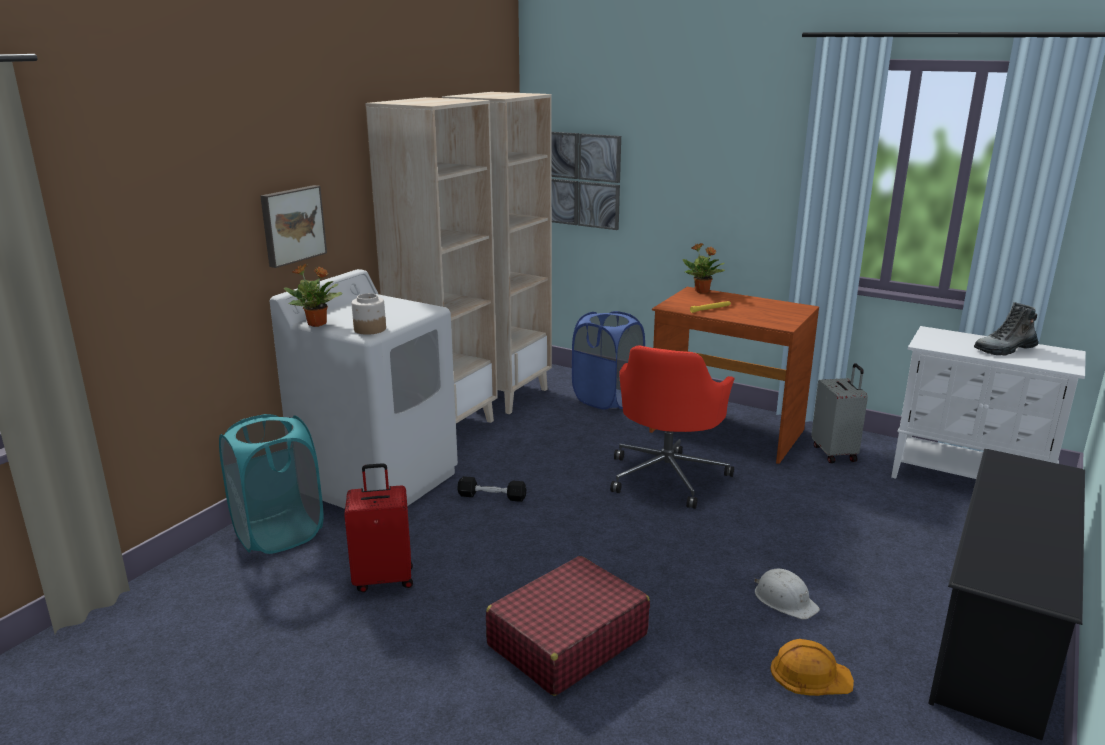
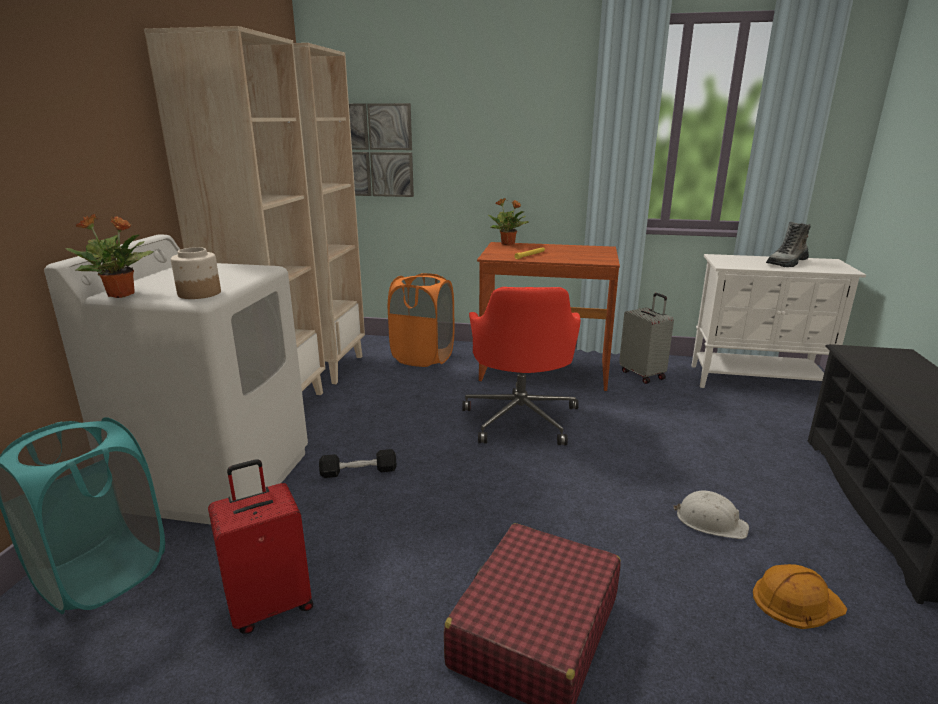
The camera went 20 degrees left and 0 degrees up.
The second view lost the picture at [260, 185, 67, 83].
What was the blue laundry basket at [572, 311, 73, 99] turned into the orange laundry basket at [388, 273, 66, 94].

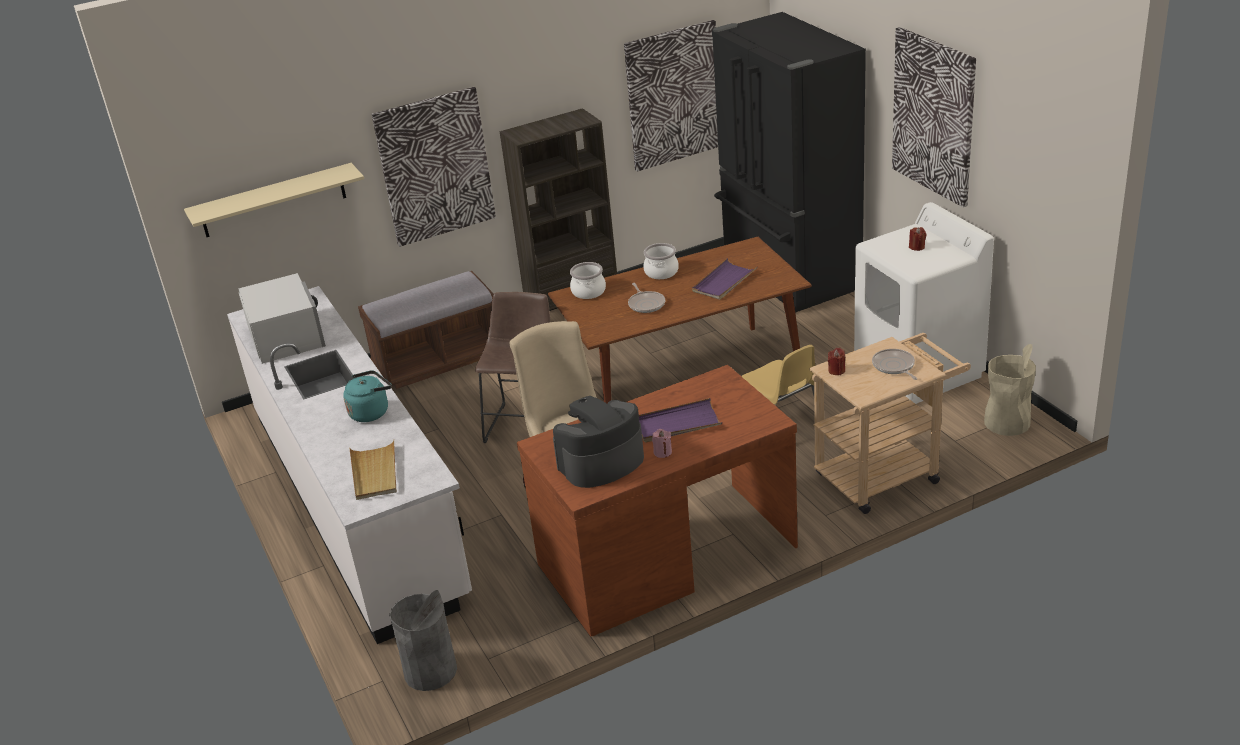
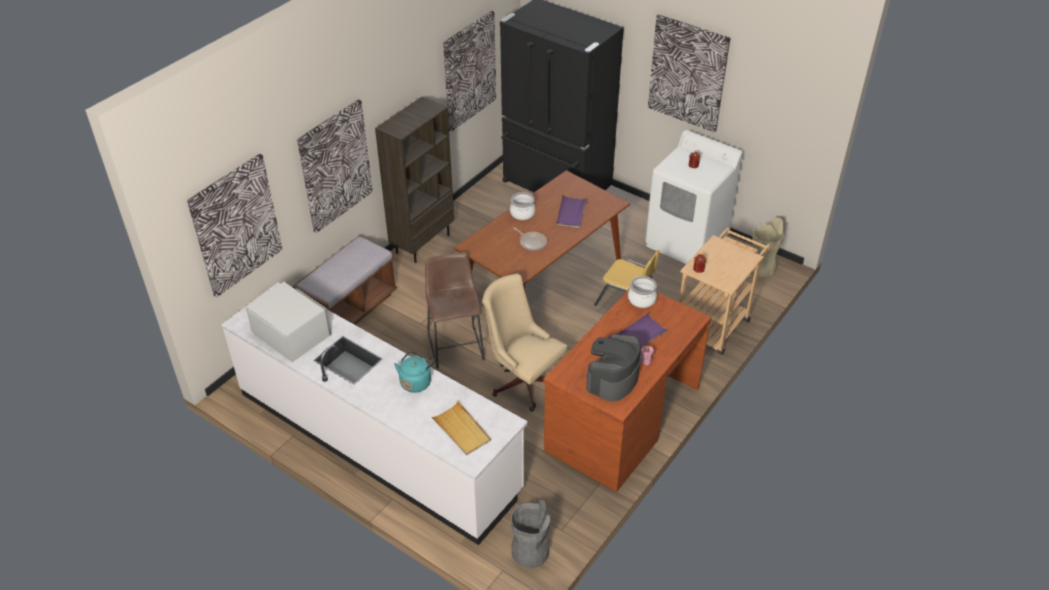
The camera went 30 degrees left and 10 degrees up.
The second view lost the frying pan at [872, 349, 45, 31].
The cooking pot ended up elsewhere, having gone from [570, 262, 36, 37] to [628, 276, 29, 32].
Where the beige shelf hung at [184, 163, 180, 74], the picture came to hang at [187, 154, 96, 143].

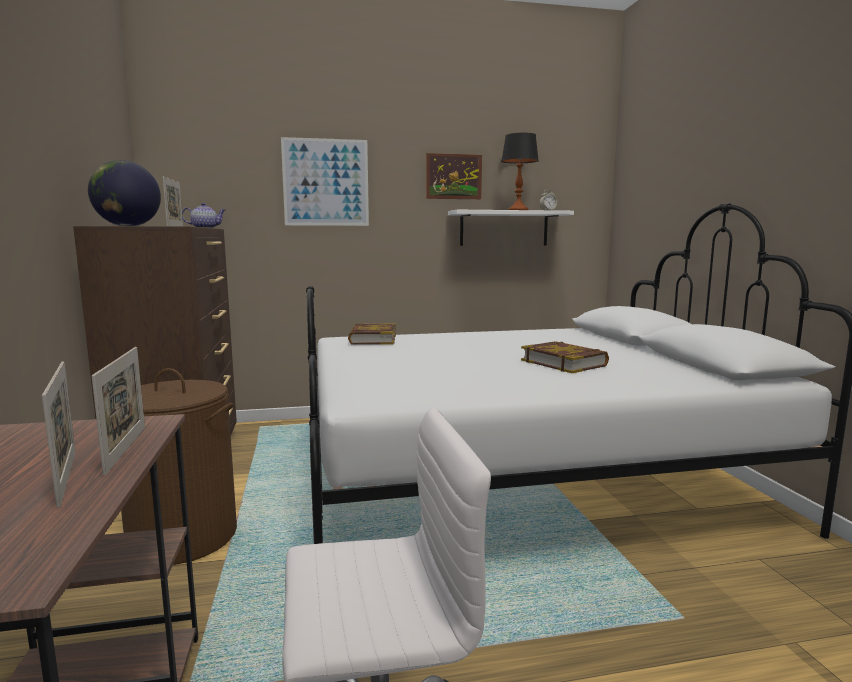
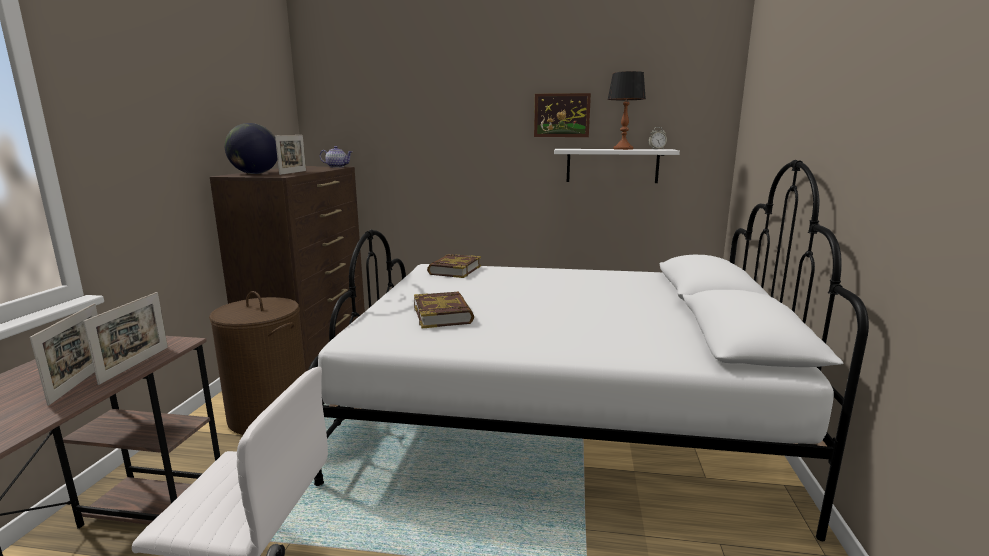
The camera went 20 degrees right and 5 degrees up.
The second view lost the picture at [281, 137, 88, 89].
The book ended up elsewhere, having gone from [521, 341, 88, 32] to [414, 292, 60, 36].

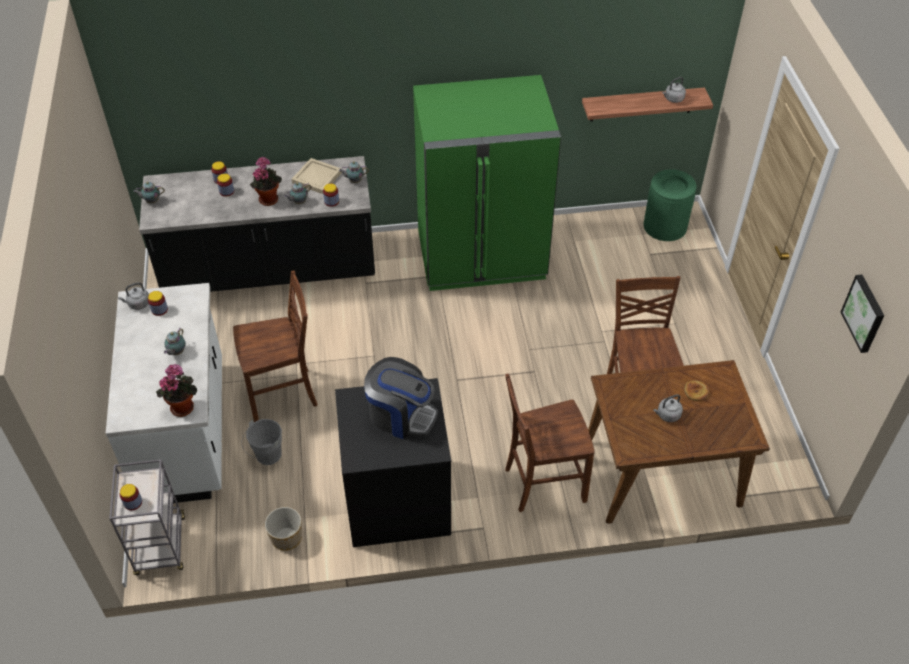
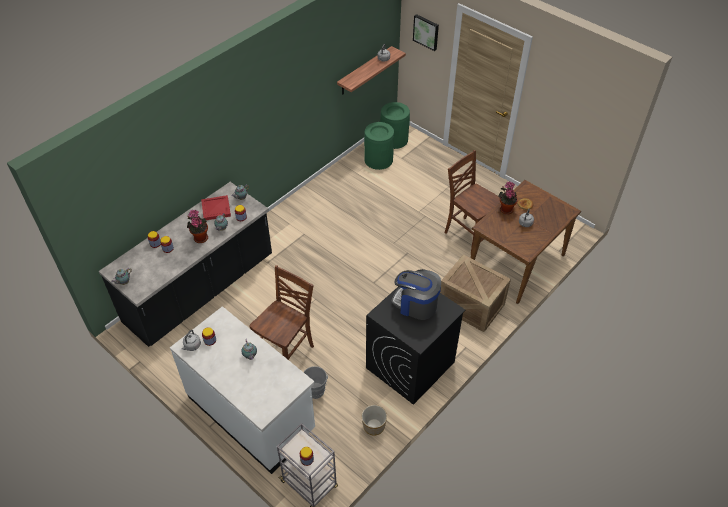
The camera went 40 degrees left and 0 degrees up.
The second view lost the green fridge at [413, 75, 148, 216].
The second view gained the green trash can at [364, 122, 30, 48].
The potted plant ended up elsewhere, having gone from [156, 364, 41, 53] to [498, 181, 20, 33].
The picture ended up elsewhere, having gone from [841, 275, 43, 78] to [413, 14, 26, 37].
Where the brown chair stood at [505, 374, 90, 138], the crate came to stand at [440, 254, 71, 78].
What was the beige tray at [291, 158, 51, 36] turned into the red tray at [201, 195, 30, 25].
The coffee machine at [364, 357, 74, 82] ended up facing another way, 135 degrees counterclockwise from before.

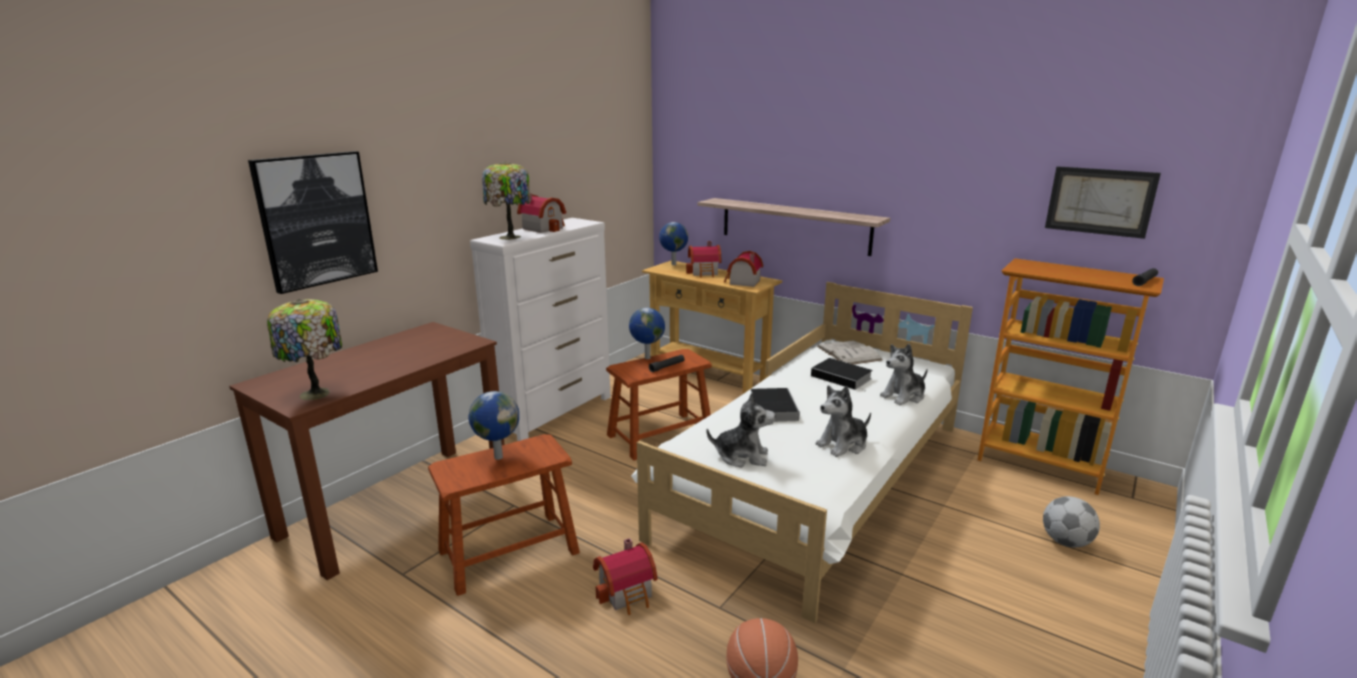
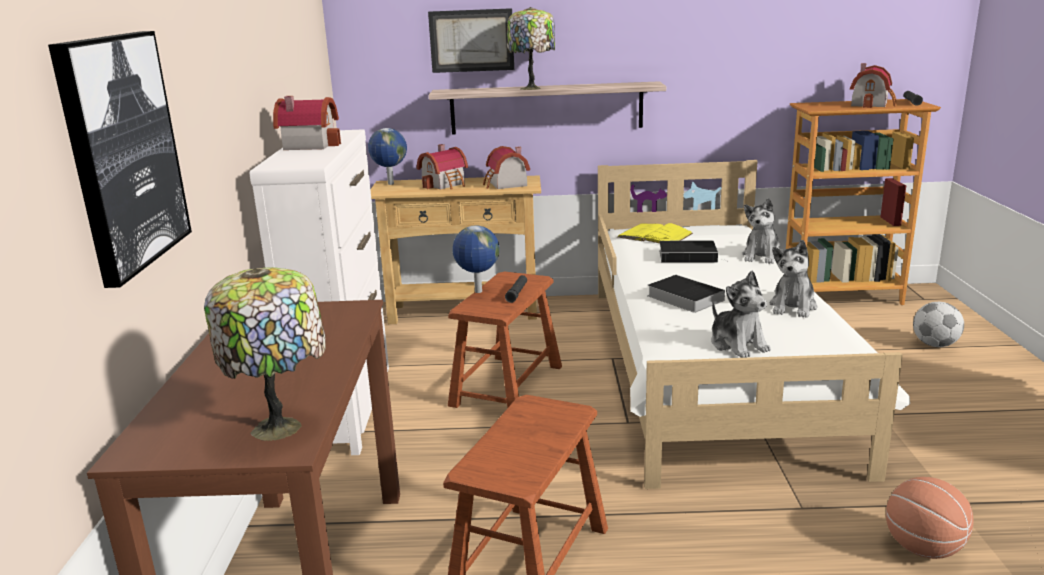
The camera went 35 degrees left and 0 degrees up.
The second view lost the globe at [468, 391, 51, 69].
The table lamp ended up elsewhere, having gone from [482, 161, 48, 79] to [507, 7, 48, 83].
The toy house ended up elsewhere, having gone from [593, 538, 65, 77] to [850, 63, 47, 45].
The picture ended up elsewhere, having gone from [1045, 166, 116, 73] to [428, 8, 86, 65].
What was the white book at [817, 340, 66, 24] turned into the yellow book at [617, 223, 76, 20].
The plush toy at [707, 392, 68, 76] ended up facing another way, 90 degrees clockwise from before.

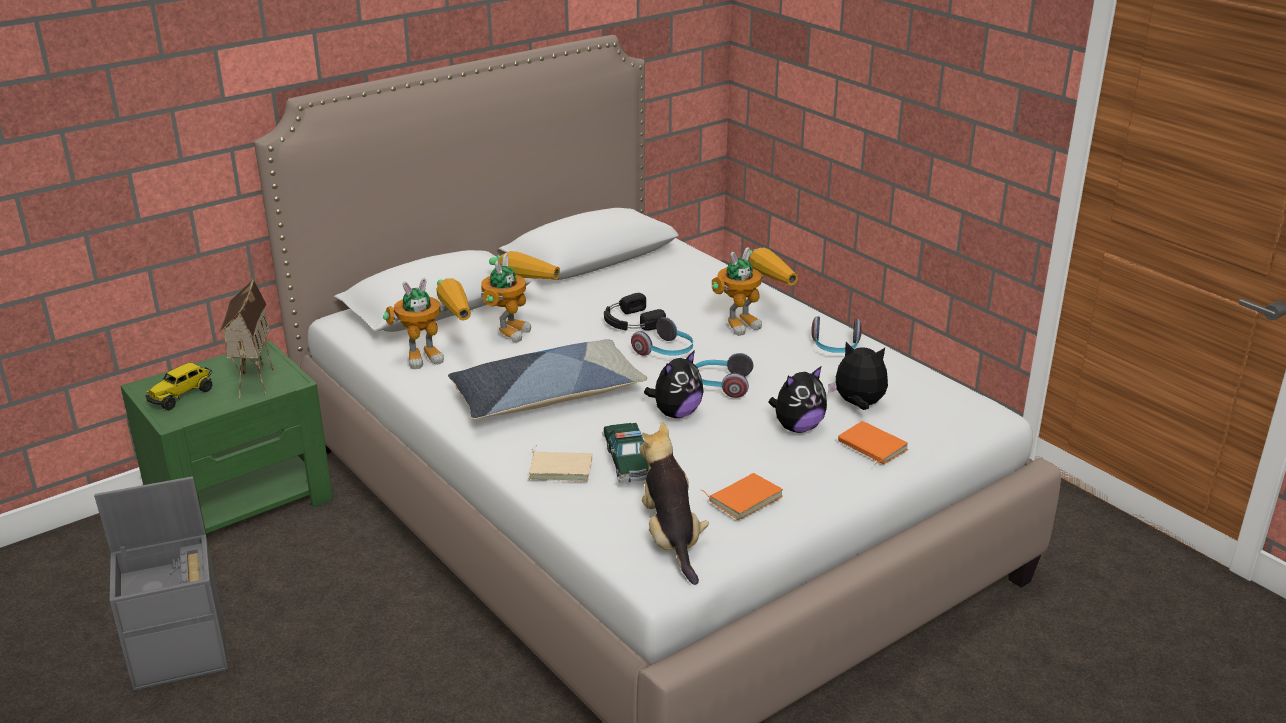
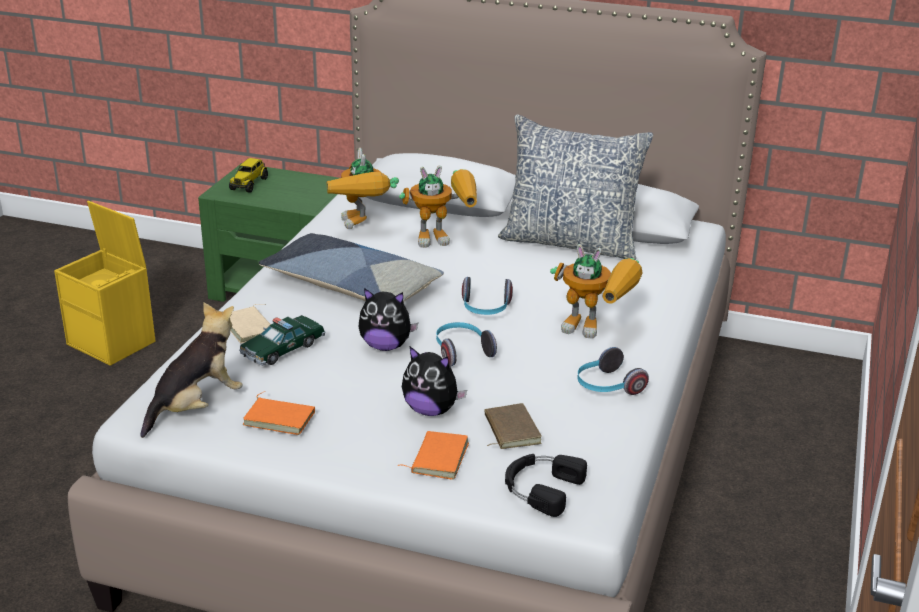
The camera went 55 degrees right and 0 degrees up.
The second view lost the toy house at [219, 278, 55, 120].
The second view gained the pillow at [498, 114, 156, 146].
The black headphones ended up elsewhere, having gone from [604, 293, 62, 38] to [505, 454, 82, 63].
Where the plush toy stood at [828, 342, 60, 68], the brown book came to stand at [484, 403, 58, 46].
What was the grey storage box at [94, 476, 134, 215] turned into the yellow storage box at [54, 201, 102, 165].
The toy truck at [145, 363, 67, 47] ended up facing another way, 75 degrees counterclockwise from before.
The toy robot at [383, 278, 88, 91] ended up facing another way, 45 degrees clockwise from before.

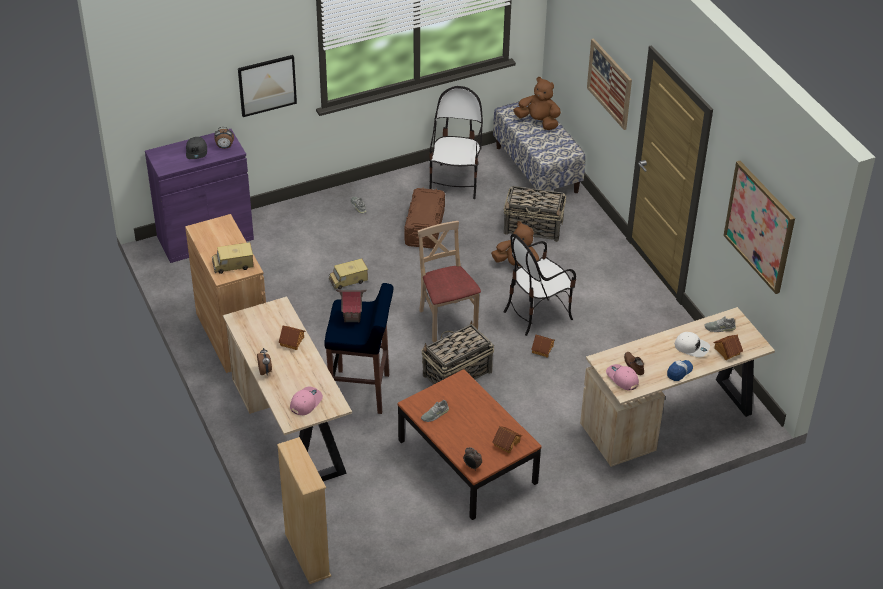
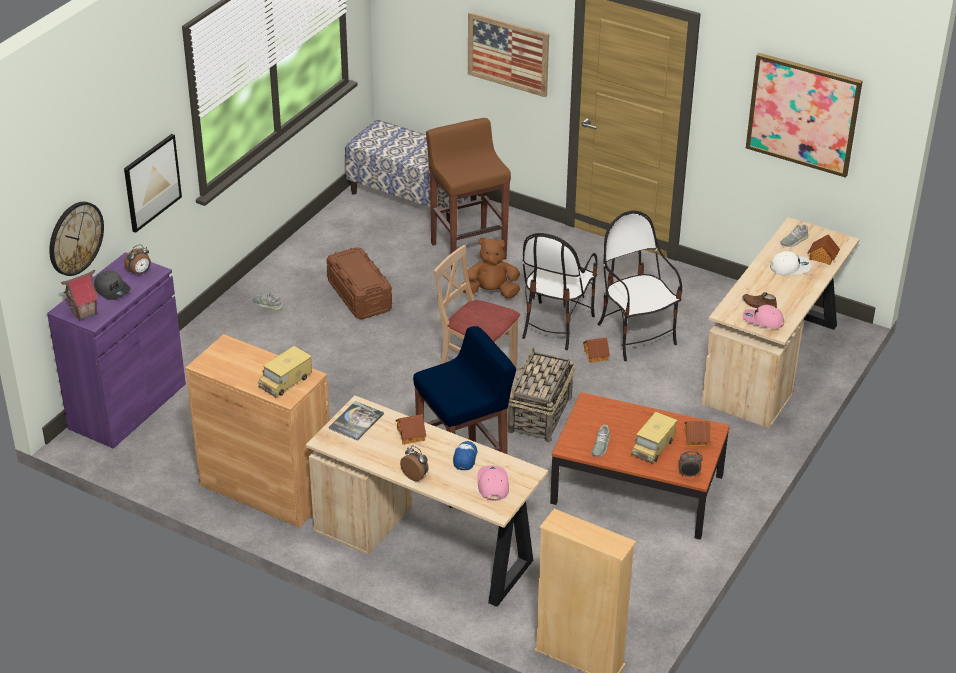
The camera went 35 degrees left and 5 degrees down.
The second view lost the brown plush toy at [513, 77, 48, 53].
The second view gained the wall clock at [49, 202, 55, 74].
The second view gained the book at [329, 401, 55, 39].
The toy truck ended up elsewhere, having gone from [329, 258, 39, 31] to [631, 412, 47, 52].
The toy house ended up elsewhere, having gone from [336, 290, 31, 33] to [61, 270, 38, 51].
The chair ended up elsewhere, having gone from [429, 86, 54, 113] to [598, 210, 84, 151].
The cap ended up elsewhere, having gone from [667, 360, 26, 21] to [453, 441, 24, 29].
Where the basket stood at [504, 186, 62, 56], the brown stool came to stand at [426, 118, 85, 154].

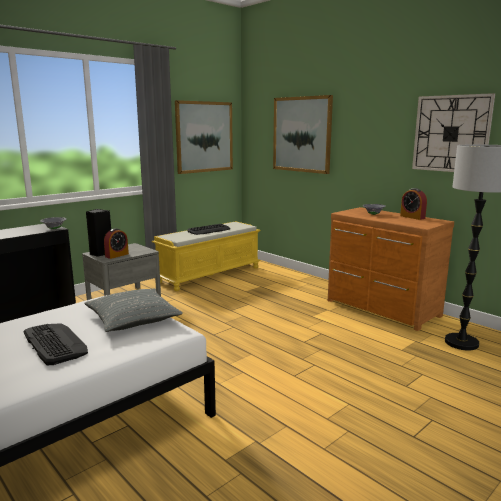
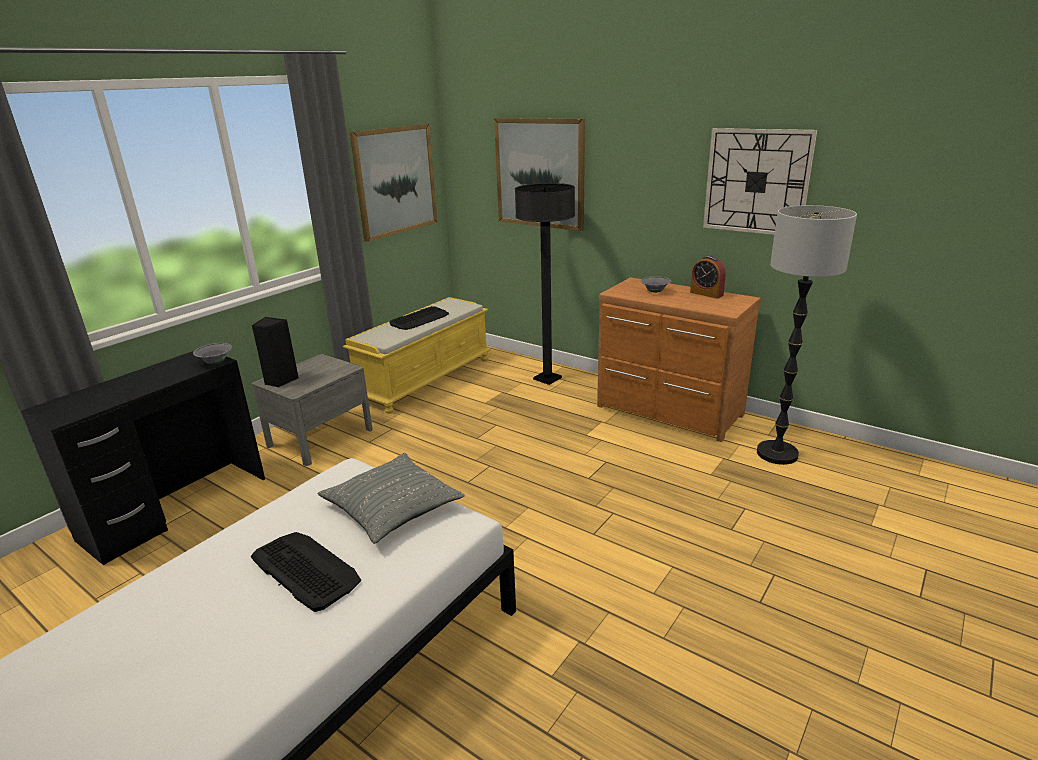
The camera went 10 degrees left and 10 degrees up.
The second view lost the alarm clock at [104, 228, 25, 31].
The second view gained the black floor lamp at [515, 183, 60, 202].

